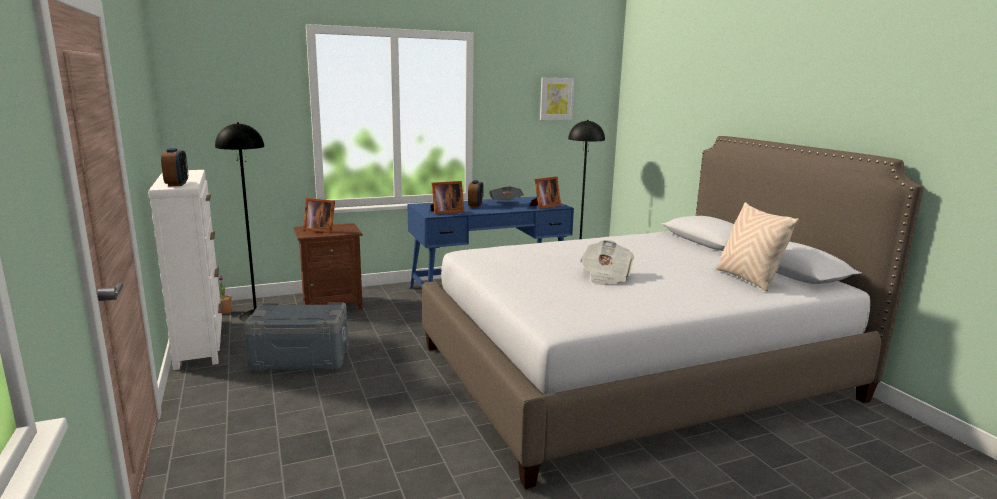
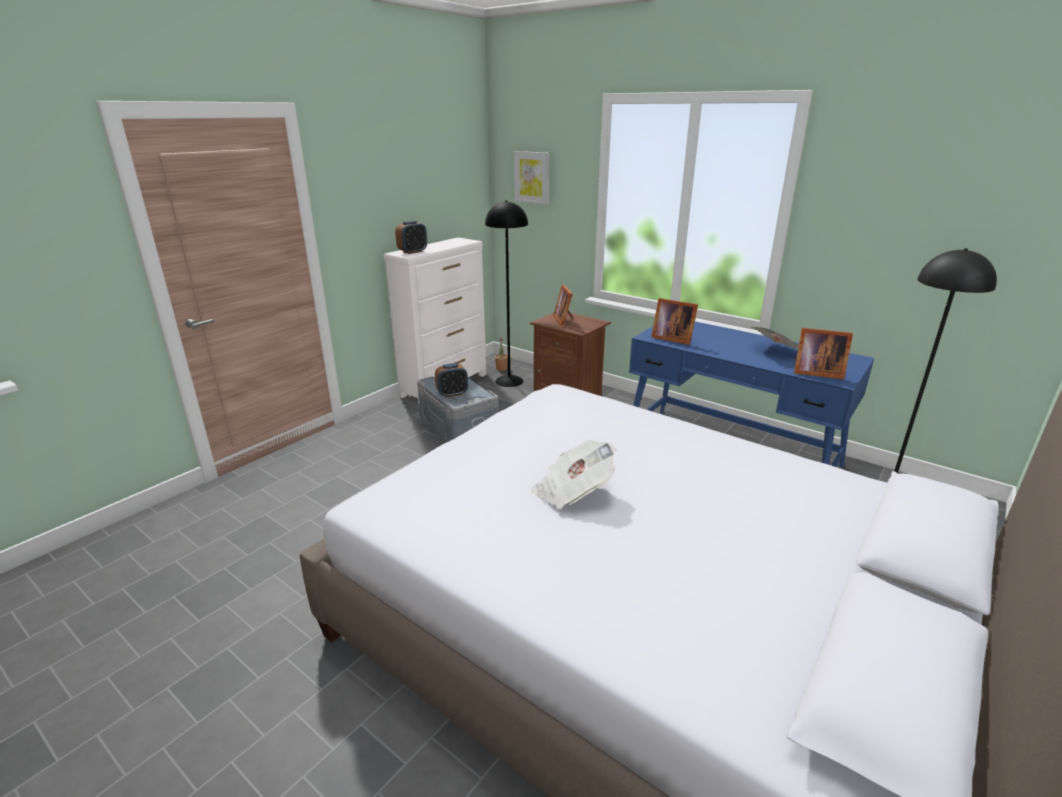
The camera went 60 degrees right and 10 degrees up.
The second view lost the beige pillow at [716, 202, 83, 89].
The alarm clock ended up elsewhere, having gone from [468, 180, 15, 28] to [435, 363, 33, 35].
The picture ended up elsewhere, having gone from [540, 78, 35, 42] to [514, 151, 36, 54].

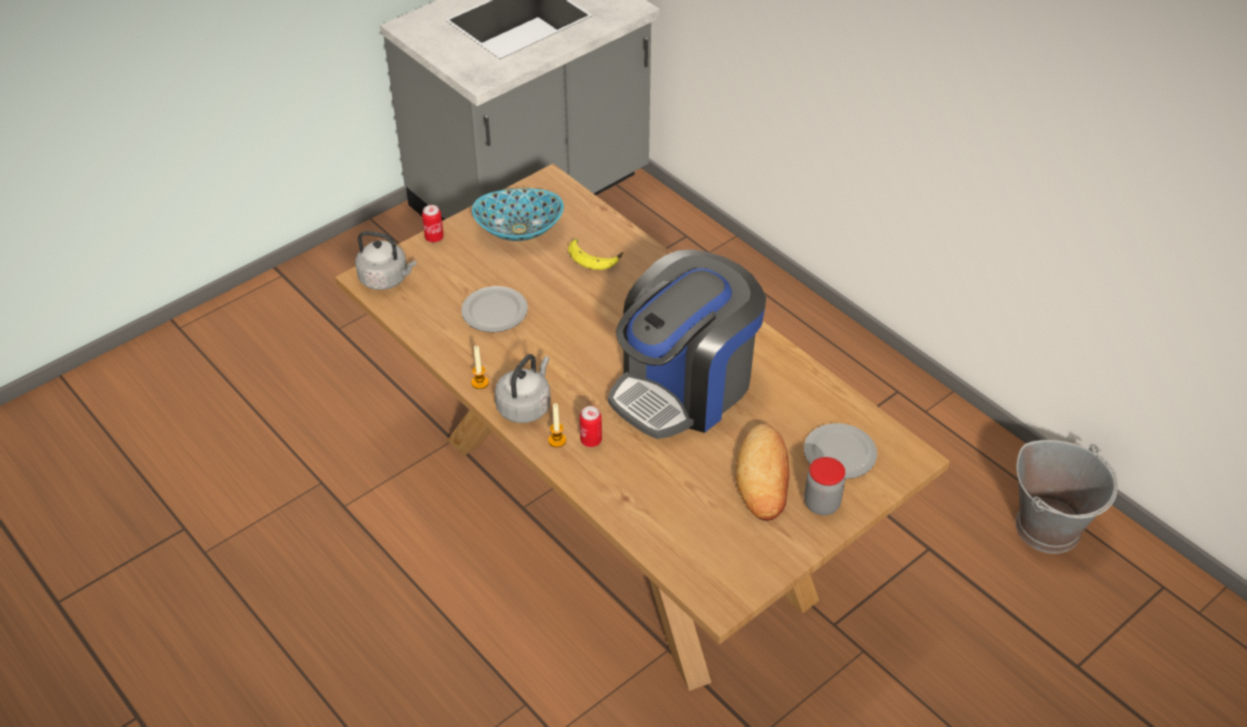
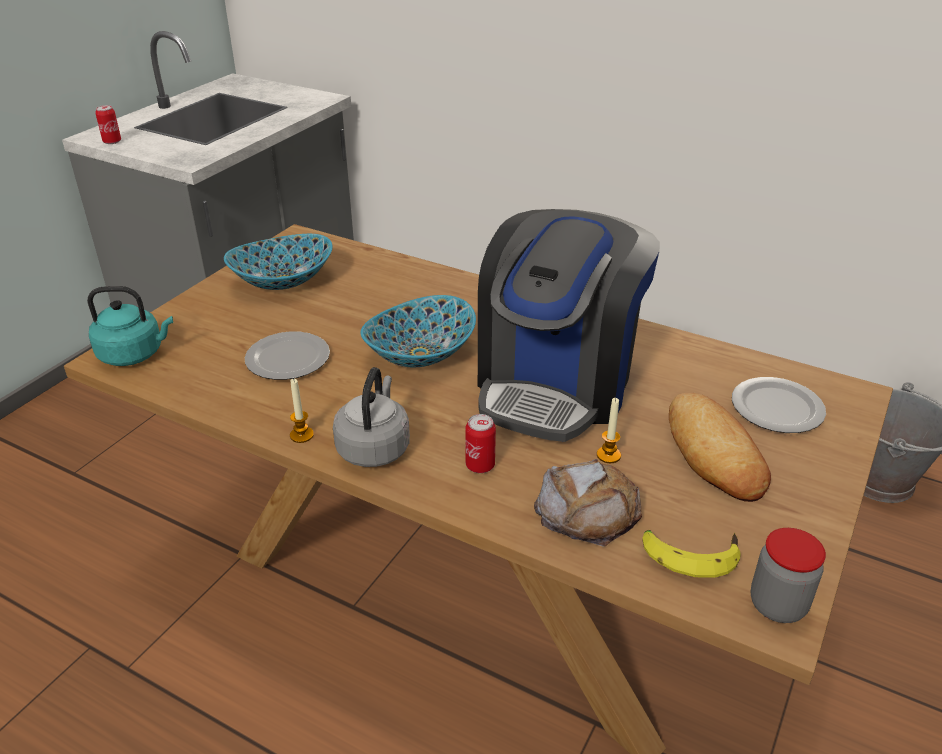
The camera went 20 degrees left and 10 degrees down.
The second view gained the bowl at [360, 295, 116, 72].
The second view gained the bread at [534, 459, 108, 88].
The can ended up elsewhere, having gone from [422, 205, 22, 38] to [95, 105, 26, 39].
The candle ended up elsewhere, having gone from [548, 404, 18, 43] to [597, 398, 24, 65].
The banana ended up elsewhere, having gone from [568, 239, 55, 31] to [642, 530, 98, 48].
The jar ended up elsewhere, having gone from [804, 457, 41, 58] to [750, 528, 76, 95].
What was the grey kettle at [355, 231, 61, 59] turned into the turquoise kettle at [87, 286, 86, 80].

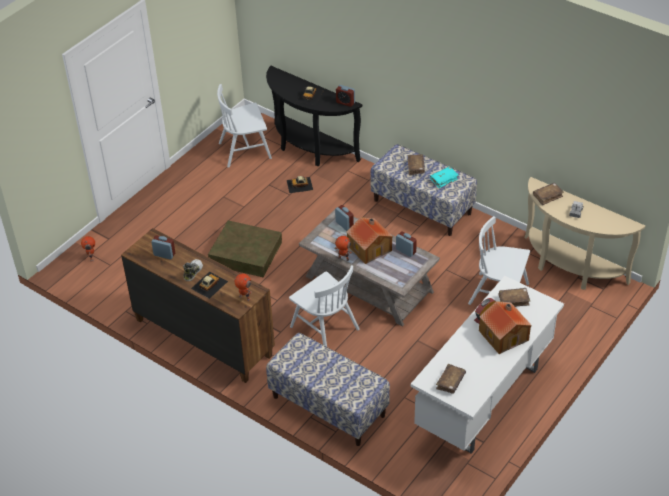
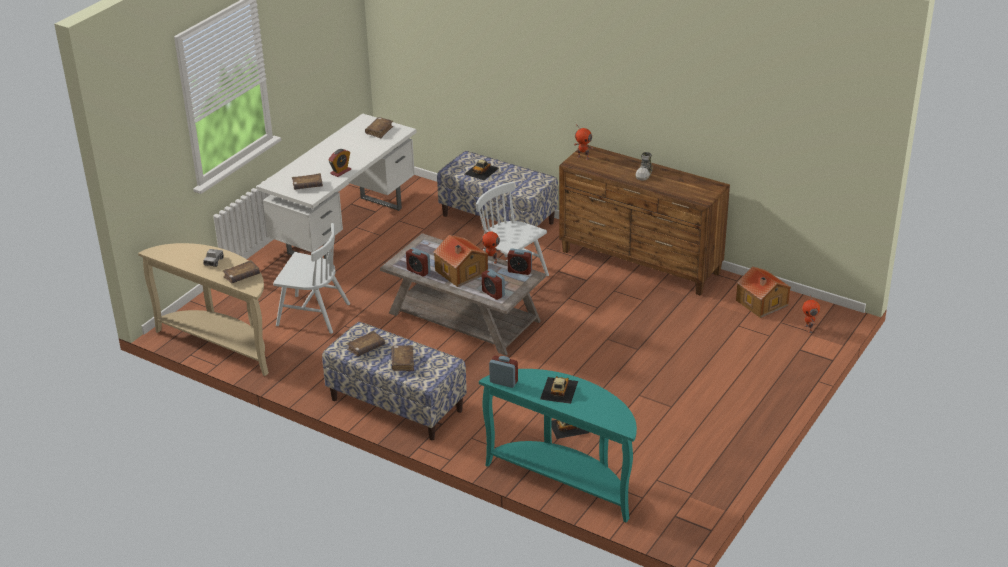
The camera went 175 degrees right and 10 degrees down.
The second view lost the brown storage box at [208, 220, 74, 57].
The second view lost the white chair at [217, 84, 55, 84].
The alarm clock ended up elsewhere, having gone from [151, 235, 24, 25] to [507, 248, 25, 27].
The toy car ended up elsewhere, having gone from [191, 272, 37, 27] to [465, 160, 34, 20].
The toy house ended up elsewhere, having gone from [479, 301, 53, 53] to [736, 266, 55, 52].
What was the black console table at [266, 66, 96, 100] turned into the turquoise console table at [479, 369, 158, 153].
What was the turquoise book at [430, 167, 29, 21] turned into the brown book at [346, 331, 39, 25].

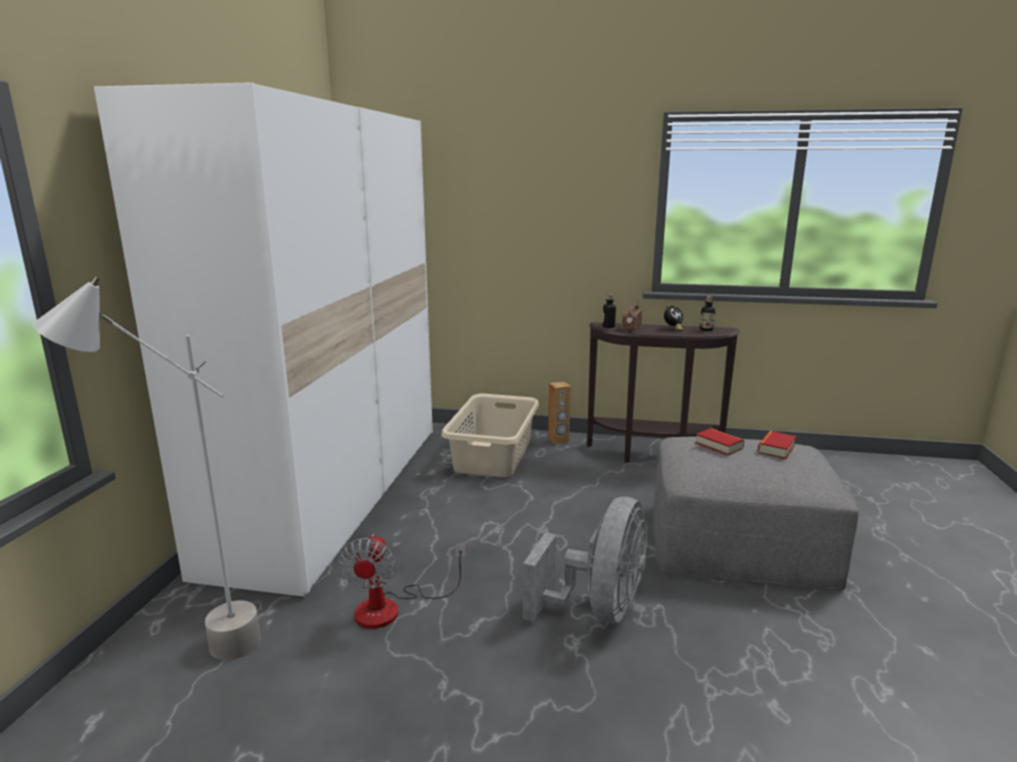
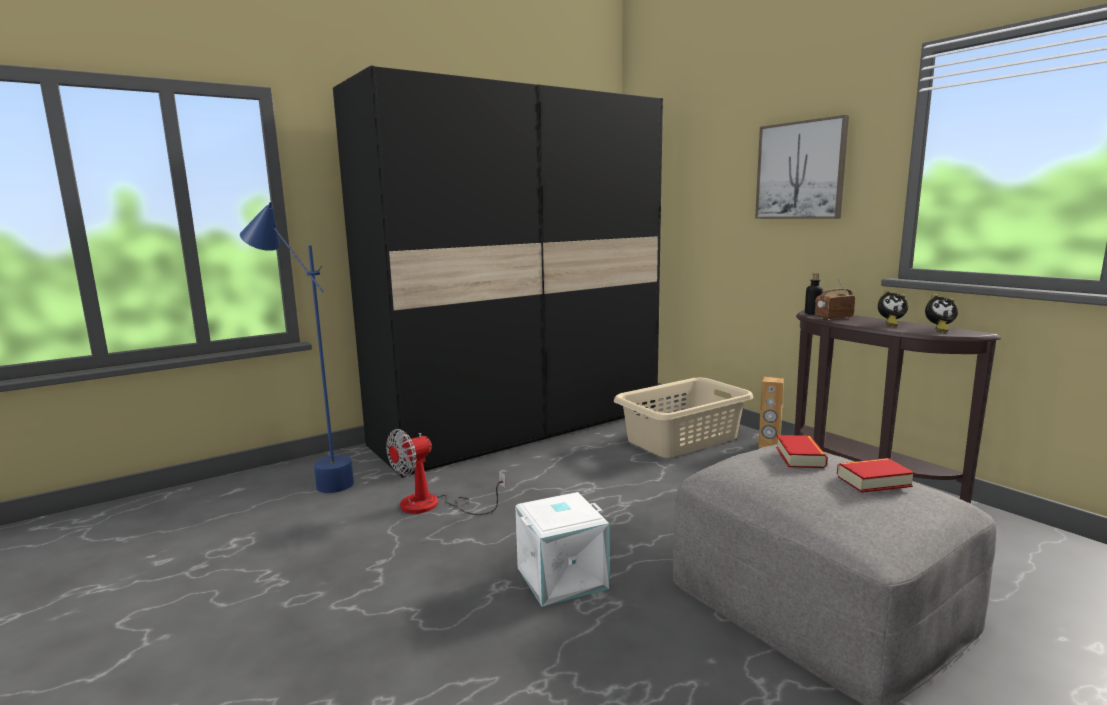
The camera went 45 degrees right and 5 degrees down.
The second view gained the picture at [755, 115, 94, 104].
Where the grey fan stood at [523, 497, 124, 126], the white storage box came to stand at [515, 492, 94, 115].
Where the bottle stood at [700, 296, 15, 35], the alarm clock came to stand at [925, 294, 33, 38].
What was the grey floor lamp at [33, 277, 228, 383] turned into the blue floor lamp at [240, 202, 114, 291].
What was the white wardrobe at [94, 82, 339, 515] turned into the black wardrobe at [333, 65, 330, 412].

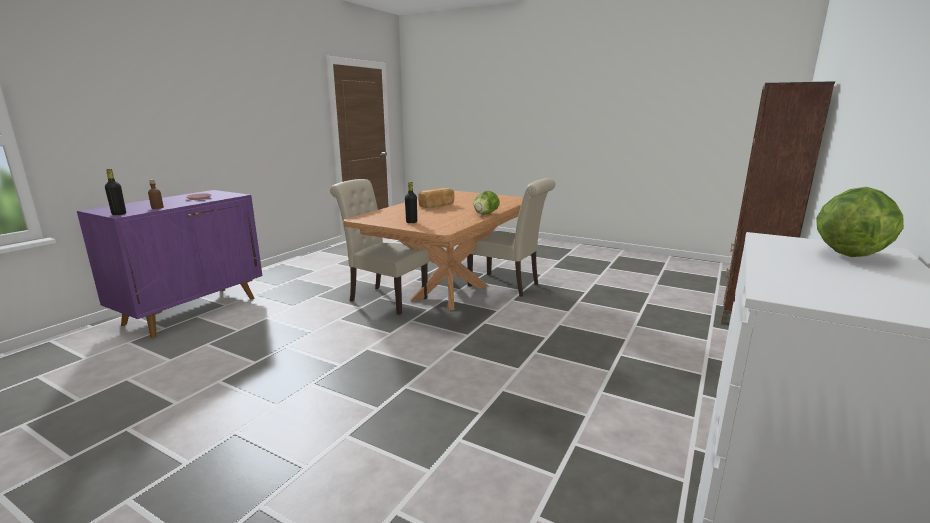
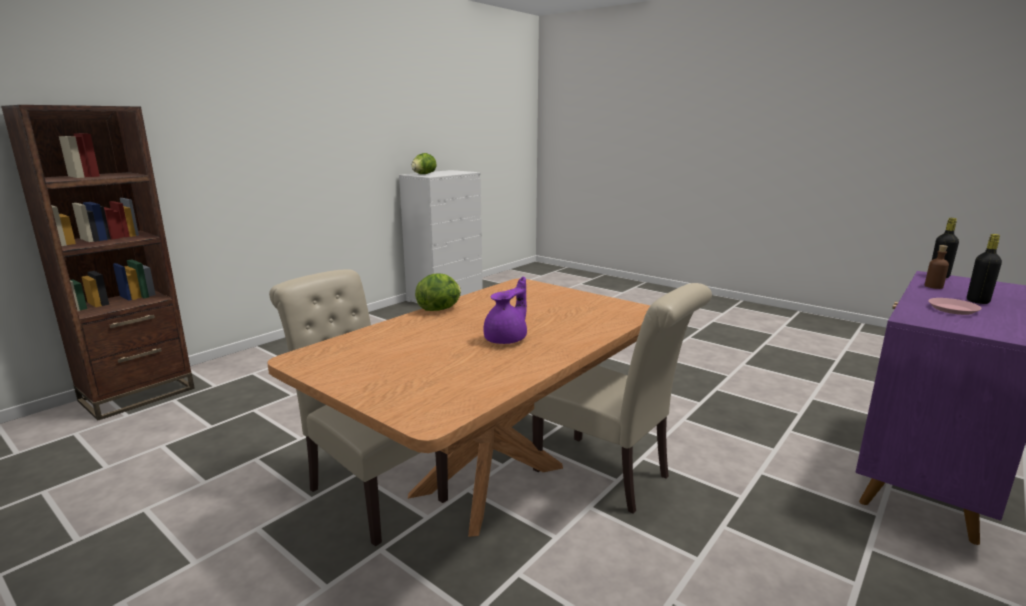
The camera went 170 degrees left and 0 degrees up.
The black bottle ended up elsewhere, having gone from [405, 181, 12, 42] to [967, 234, 35, 70].
Where the bread stood at [418, 188, 36, 20], the purple teapot came to stand at [483, 277, 44, 67].

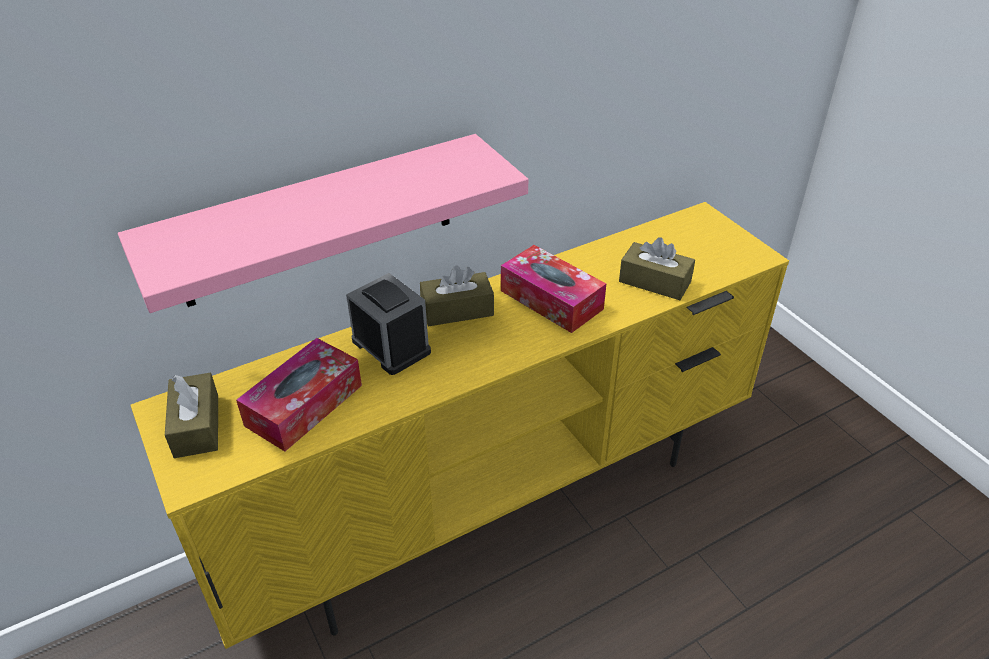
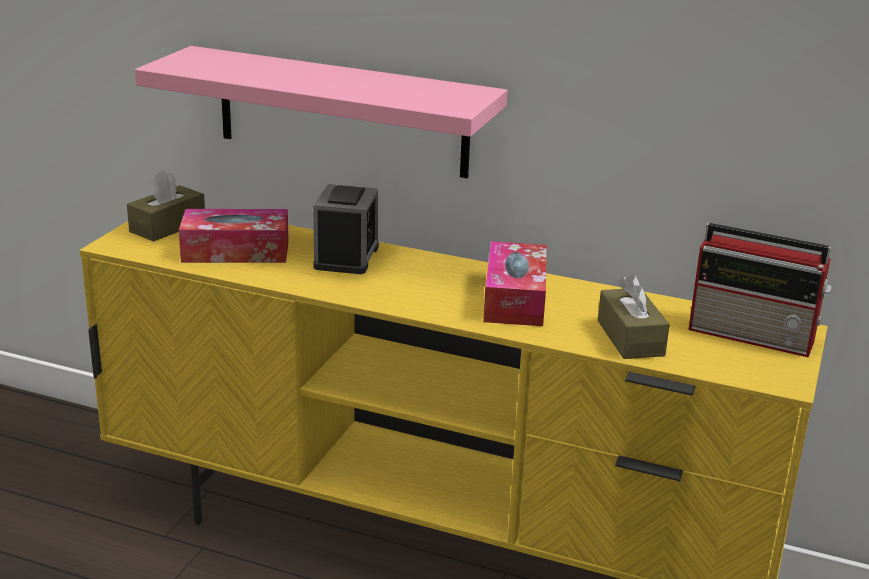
The camera went 50 degrees right and 15 degrees down.
The second view lost the brown tissue box at [420, 265, 74, 61].
The second view gained the radio at [688, 223, 144, 134].

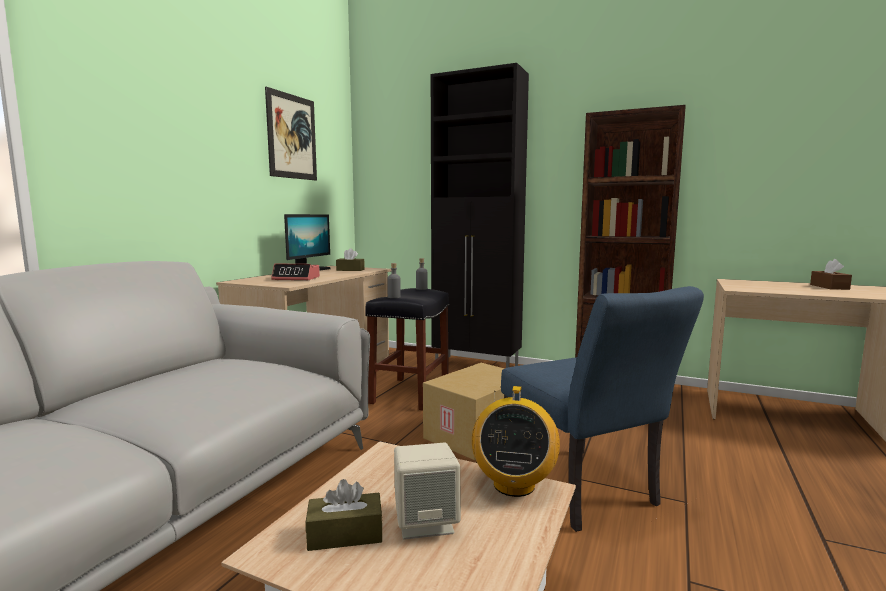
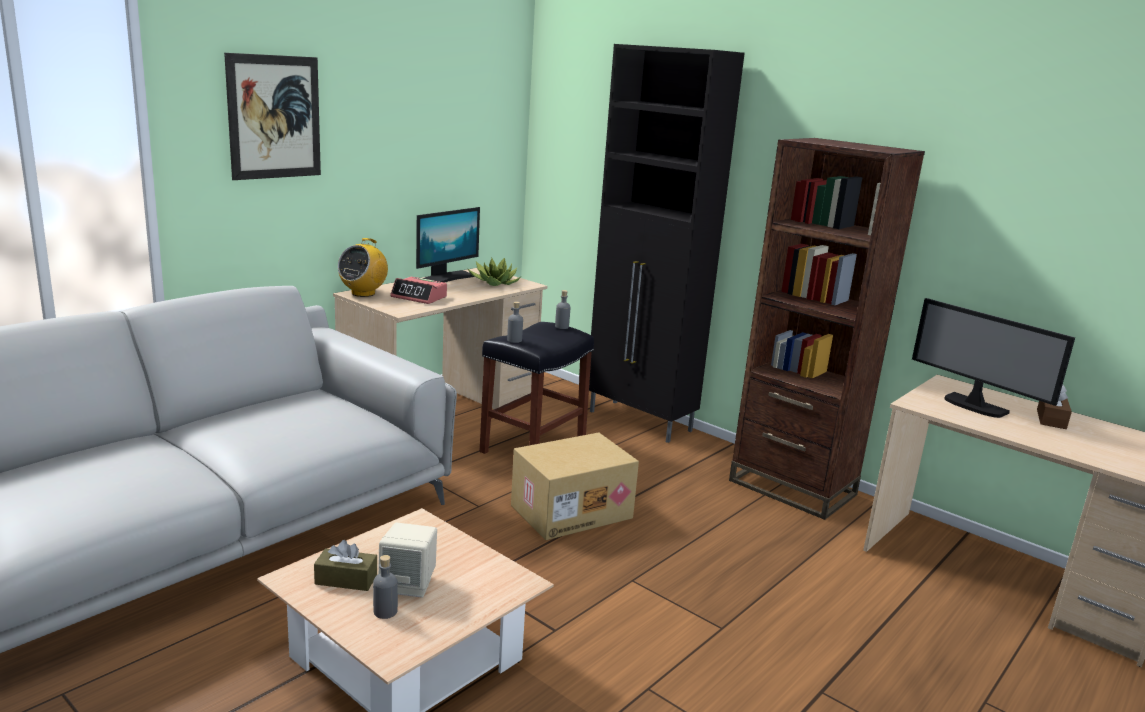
The camera went 15 degrees right and 10 degrees up.
The second view lost the blue chair at [501, 286, 203, 246].
The second view gained the grey bottle at [373, 555, 25, 64].
The second view gained the monitor at [912, 298, 163, 120].
The picture ended up elsewhere, having gone from [265, 87, 52, 94] to [224, 53, 97, 127].
The radio ended up elsewhere, having gone from [472, 386, 88, 111] to [338, 238, 50, 59].
Where the brown tissue box stood at [336, 248, 29, 23], the potted plant came to stand at [467, 258, 54, 28].

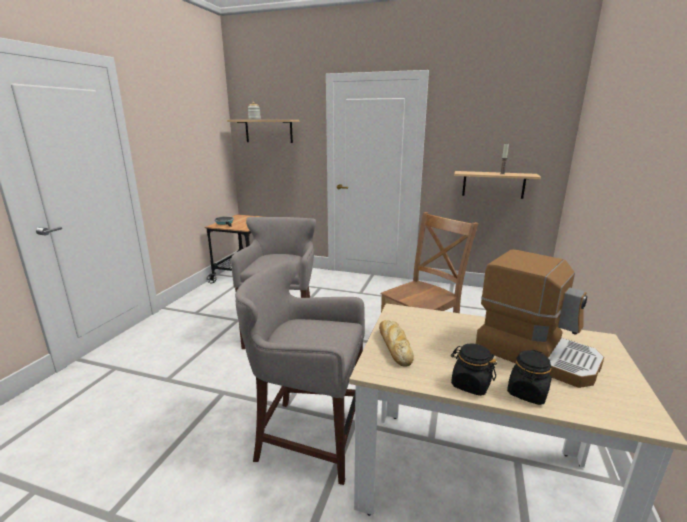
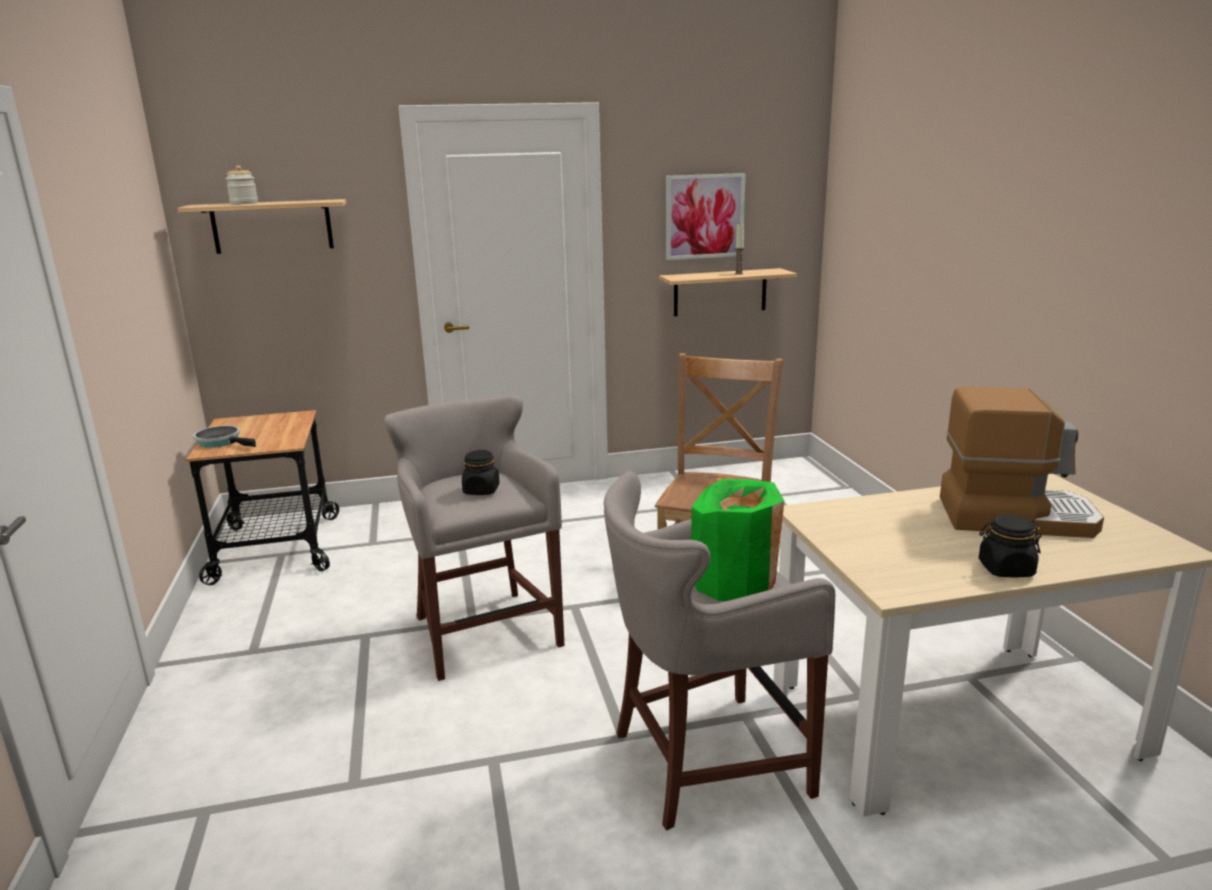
The camera went 30 degrees left and 0 degrees up.
The second view lost the bread at [379, 320, 35, 47].
The second view gained the picture at [666, 173, 79, 87].
The second view gained the green vase at [691, 479, 93, 122].
The black jar ended up elsewhere, having gone from [507, 350, 45, 55] to [462, 450, 38, 45].

